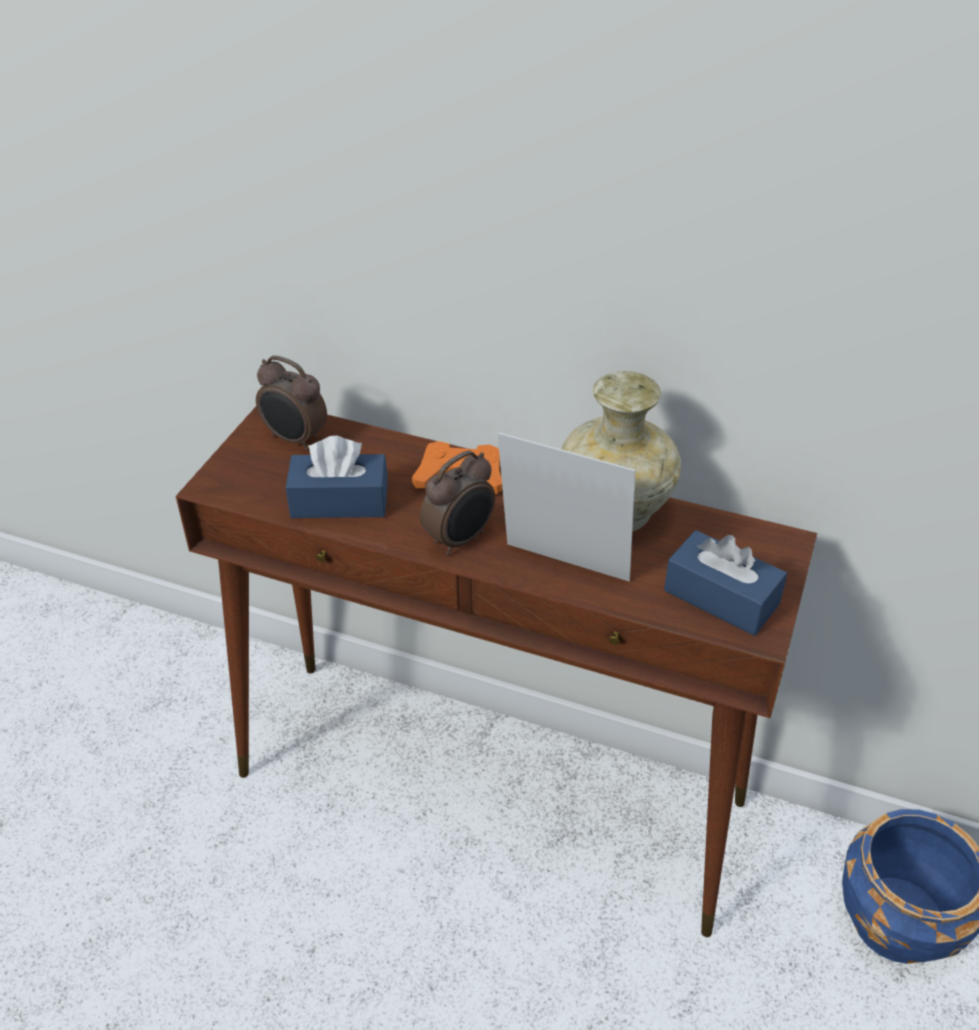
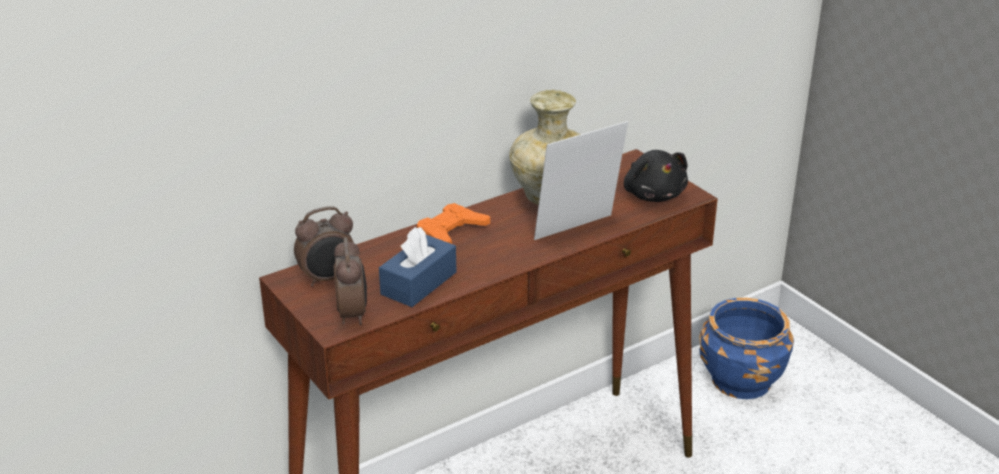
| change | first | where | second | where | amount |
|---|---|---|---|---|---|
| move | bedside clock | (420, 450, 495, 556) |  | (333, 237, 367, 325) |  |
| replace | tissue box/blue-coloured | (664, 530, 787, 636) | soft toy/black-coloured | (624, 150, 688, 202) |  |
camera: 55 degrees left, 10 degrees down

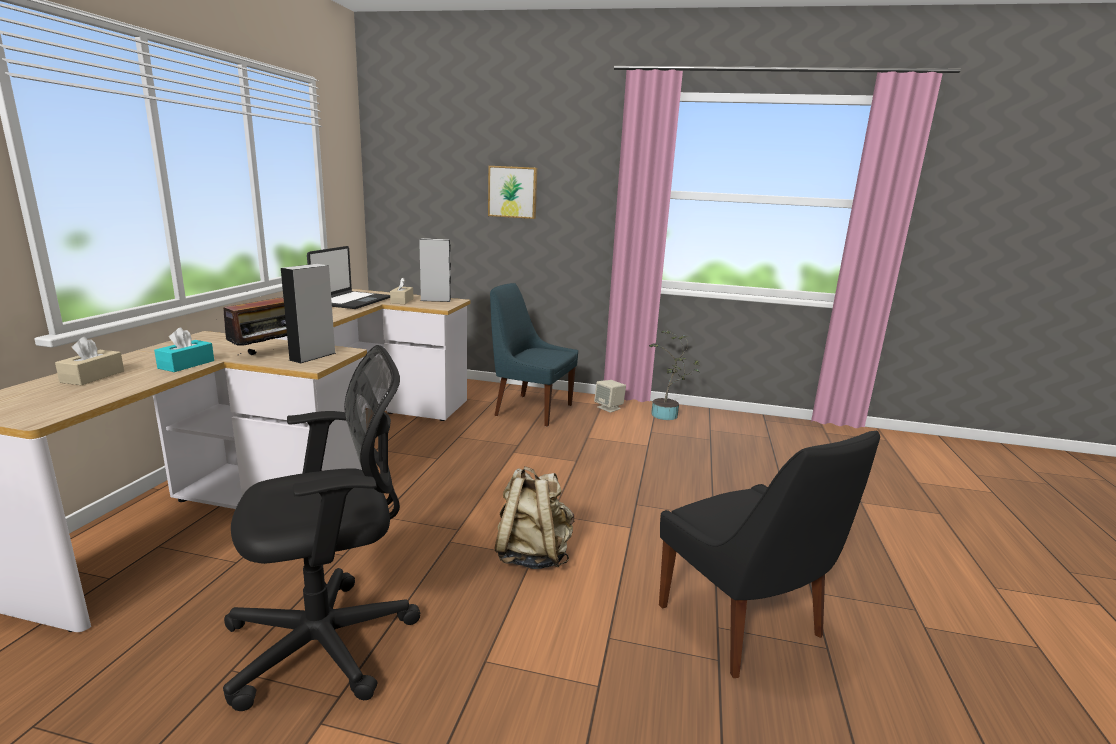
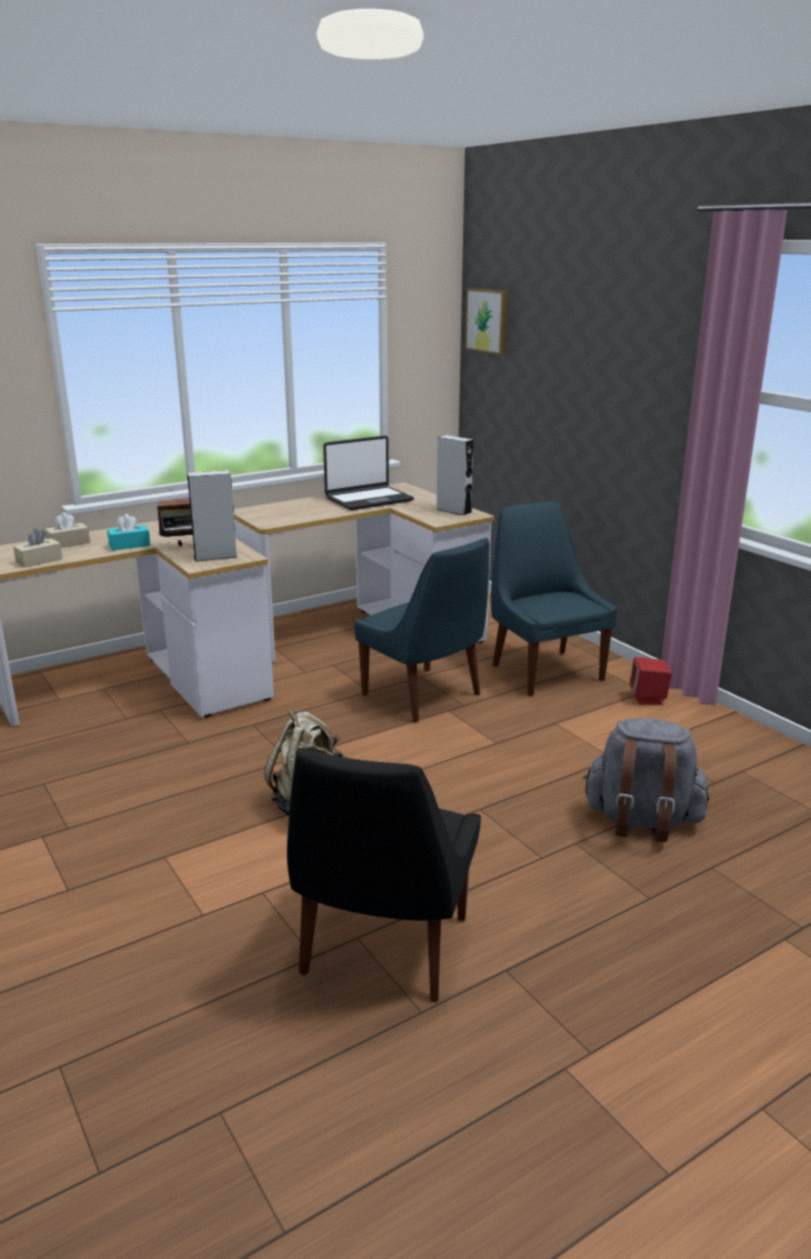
| change | first | where | second | where | amount |
|---|---|---|---|---|---|
| move | picture | (488, 166, 537, 219) |  | (465, 288, 509, 355) |  |
| move | tissue box/beige-coloured | (390, 277, 413, 304) |  | (13, 529, 63, 568) |  |
| delete | potted plant | (649, 330, 700, 420) |  |  |  |
| delete | computer chair/black-coloured | (223, 345, 421, 711) |  |  |  |
| recolor | speaker/beige-coloured | (594, 380, 626, 413) | speaker/reddish | (629, 657, 672, 705) |  |
| insert |  |  | upright chair/blue-coloured | (354, 538, 489, 722) |  |
| insert |  |  | knapsack/gray | (583, 718, 709, 842) |  |
camera: 45 degrees right, 5 degrees up

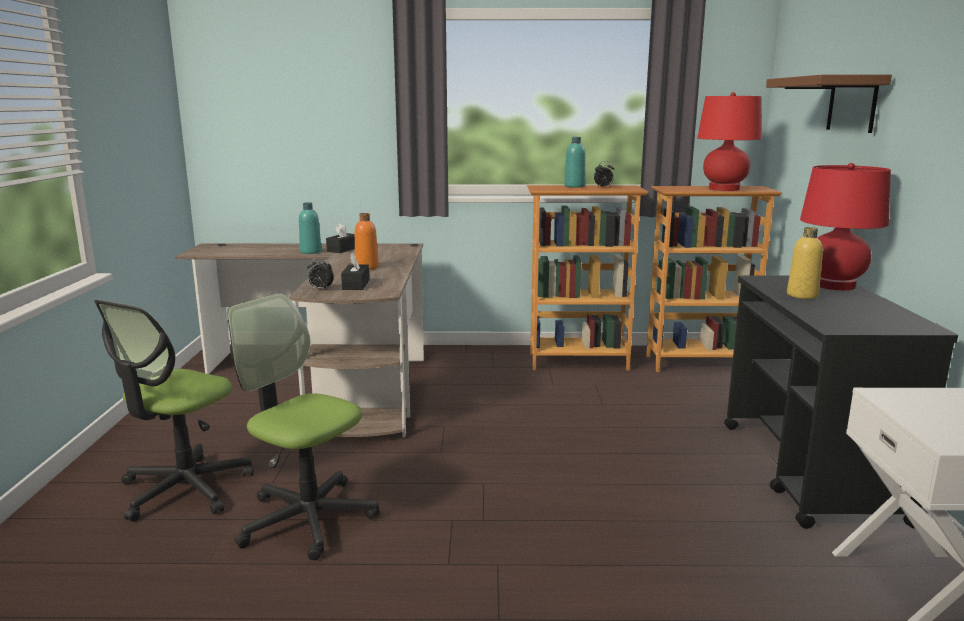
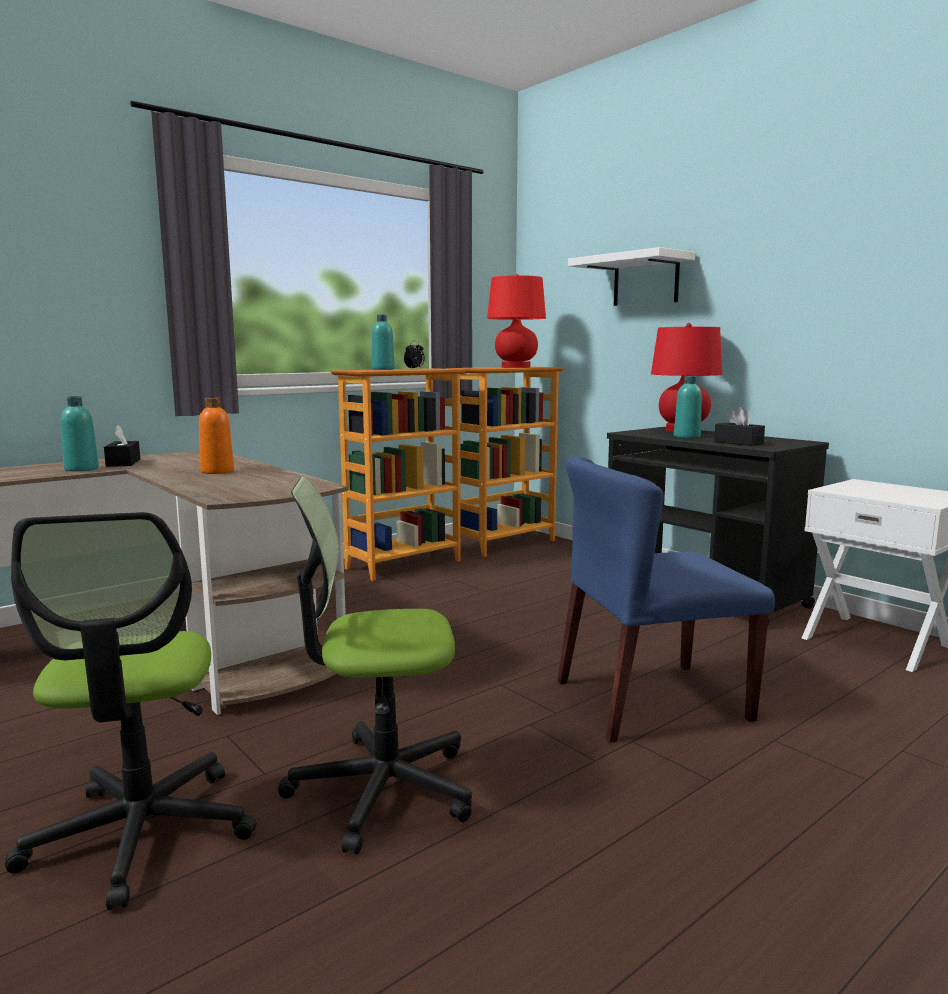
| change | first | where | second | where | amount |
|---|---|---|---|---|---|
| recolor | bracket shelf/brownish | (766, 75, 892, 133) | bracket shelf/whitish | (568, 247, 695, 306) |  |
| recolor | bottle/yellow-coloured | (787, 227, 823, 299) | bottle/blue-green | (674, 376, 702, 438) |  |
| move | tissue box/black-coloured | (341, 253, 369, 290) |  | (714, 407, 765, 446) |  |
| delete | bedside clock | (307, 258, 334, 290) |  |  |  |
| insert |  |  | upright chair/blue-coloured | (558, 456, 775, 743) |  |
camera: 40 degrees left, 5 degrees down

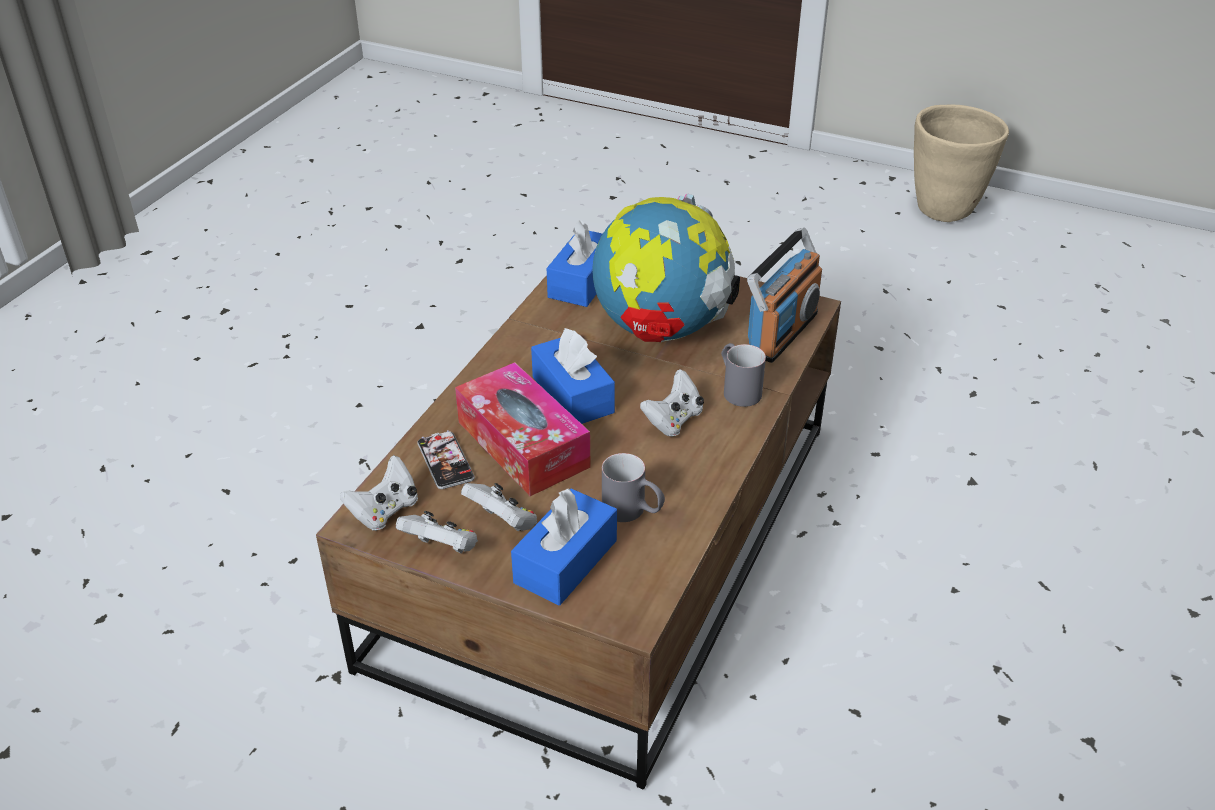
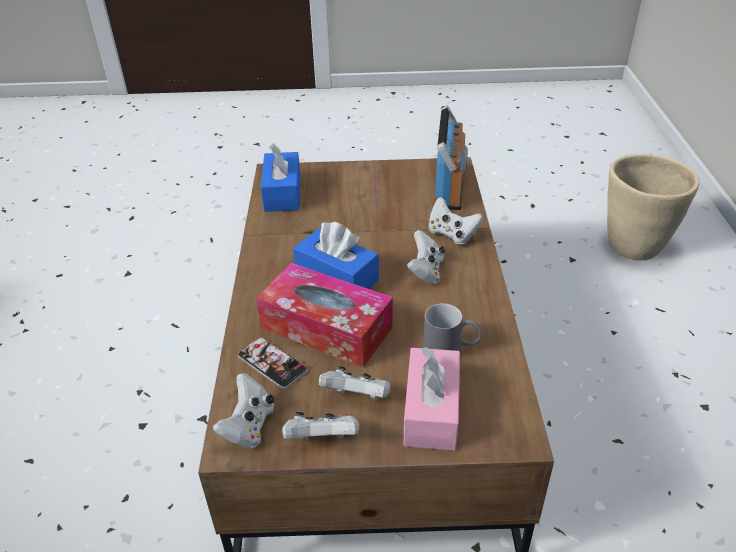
| change | first | where | second | where | amount |
|---|---|---|---|---|---|
| move | planter/beige-coloured | (914, 105, 1009, 222) |  | (607, 154, 700, 261) |  |
| delete | world globe | (592, 194, 740, 342) |  |  |  |
| replace | coffee mug/gray | (721, 343, 766, 407) | game controller/whitish | (428, 197, 483, 245) |  |
| recolor | tissue box/blue-coloured | (511, 488, 617, 605) | tissue box/pink-coloured | (403, 347, 460, 450) |  |
camera: 25 degrees left, 0 degrees up

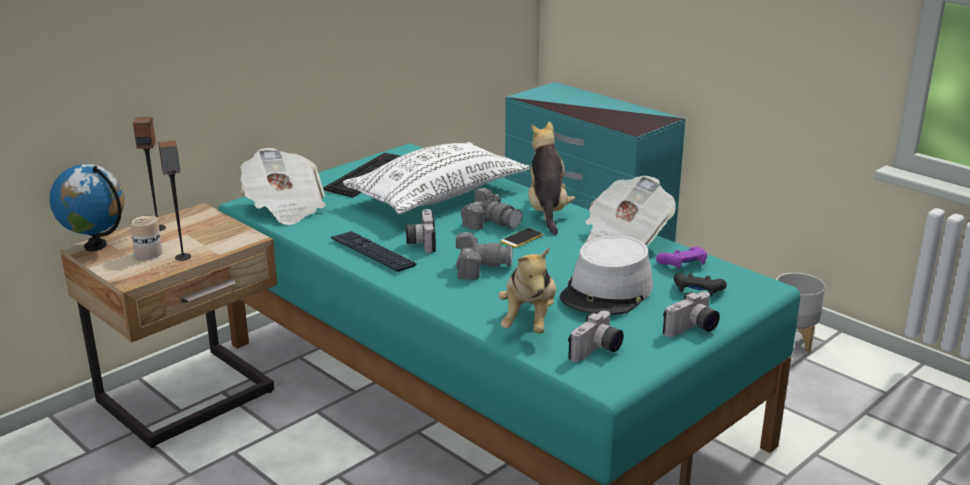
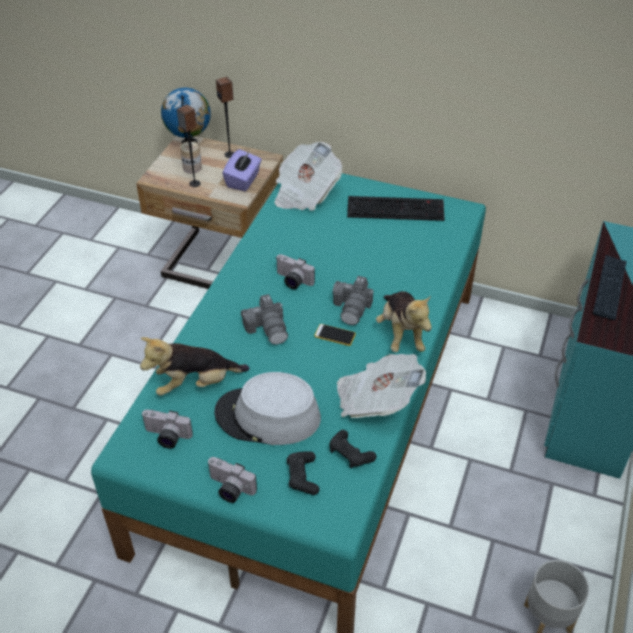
| change | first | where | second | where | amount |
|---|---|---|---|---|---|
| rotate | soft toy | (528, 122, 575, 235) |  | (376, 291, 432, 352) | 105 degrees clockwise |
| delete | cushion/whitish | (343, 142, 530, 214) |  |  |  |
| rotate | still camera | (406, 209, 436, 253) |  | (276, 254, 315, 289) | 120 degrees counterclockwise |
| move | computer keyboard | (331, 231, 417, 272) |  | (593, 255, 627, 320) |  |
| recolor | game controller/purplish | (656, 247, 707, 269) | game controller/black-coloured | (329, 430, 376, 468) |  |
| insert |  |  | tissue box/purplish | (222, 149, 262, 191) |  |
camera: 65 degrees right, 20 degrees up

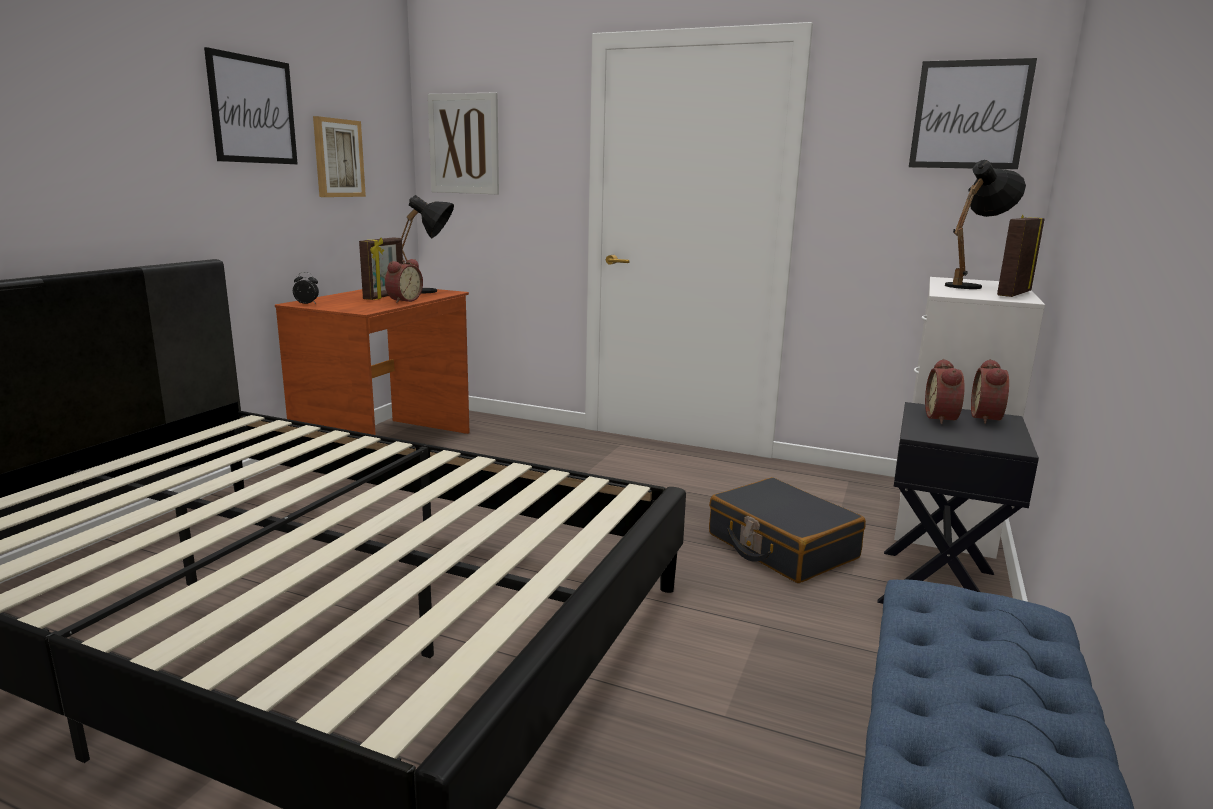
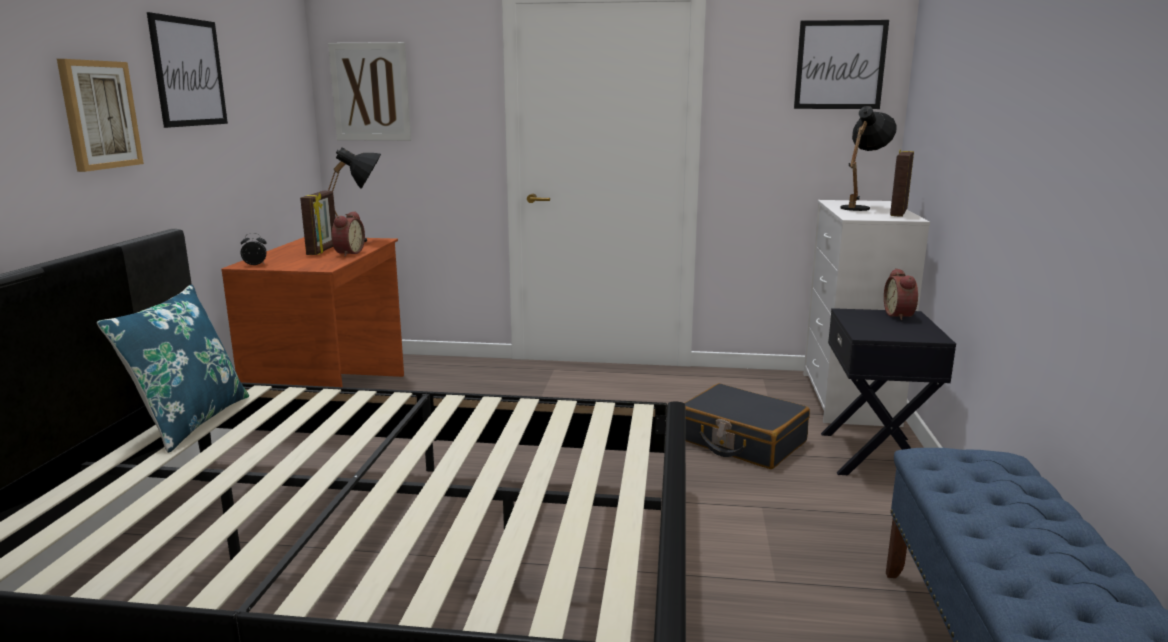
| change | first | where | second | where | amount |
|---|---|---|---|---|---|
| move | picture | (313, 116, 366, 197) |  | (57, 59, 144, 172) |  |
| delete | bedside clock | (925, 359, 964, 424) |  |  |  |
| insert |  |  | cushion/blue-coloured | (97, 284, 249, 453) |  |
camera: 15 degrees left, 0 degrees up

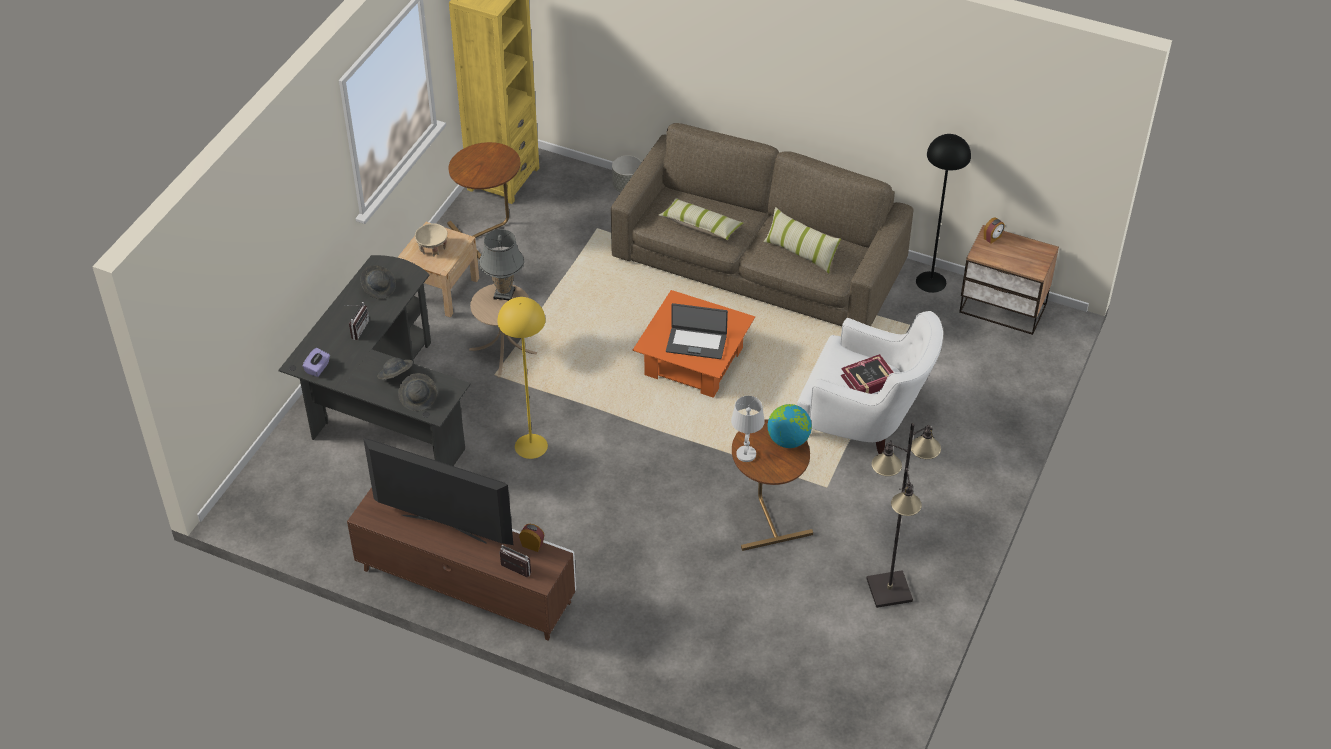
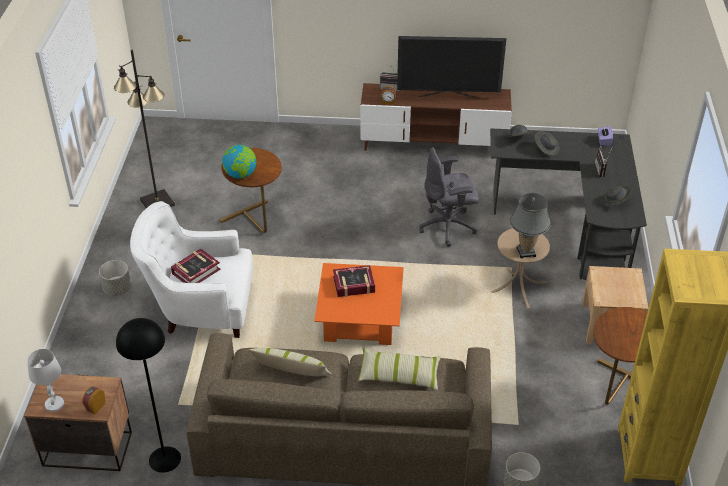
| change | first | where | second | where | amount |
|---|---|---|---|---|---|
| delete | deep dish/beige-coloured | (415, 223, 447, 257) |  |  |  |
| replace | standing lamp/yellow-coloured | (497, 297, 548, 459) | computer chair/gray | (419, 147, 479, 247) |  |
| replace | portable computer | (666, 303, 728, 359) | bound book | (333, 265, 375, 297) |  |
| move | lamp for a table/whitish | (731, 396, 765, 462) |  | (27, 349, 64, 412) |  |
| insert |  |  | planter/gray | (99, 260, 131, 296) |  |
camera: 160 degrees right, 5 degrees down

